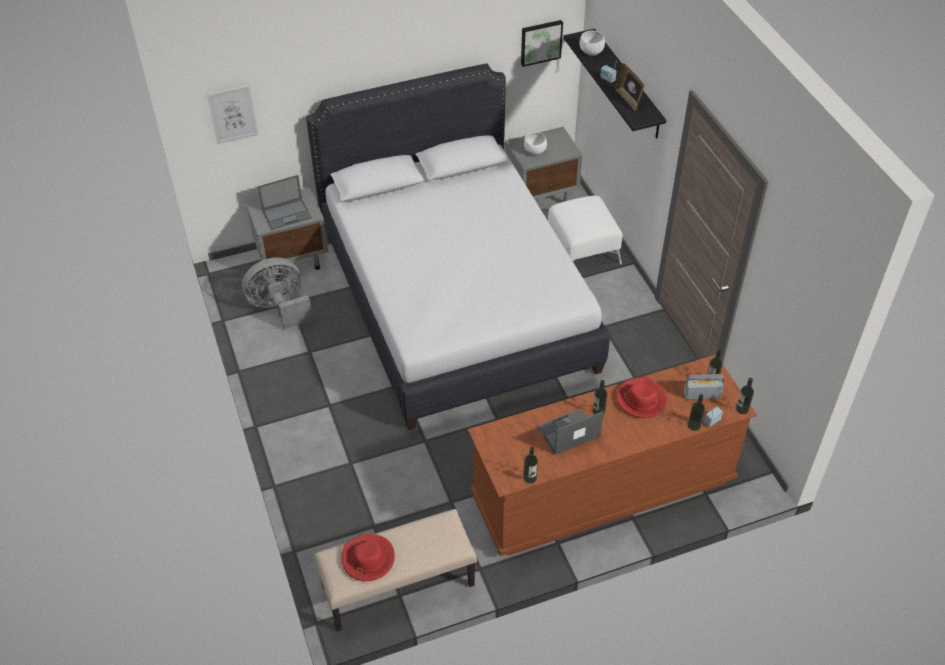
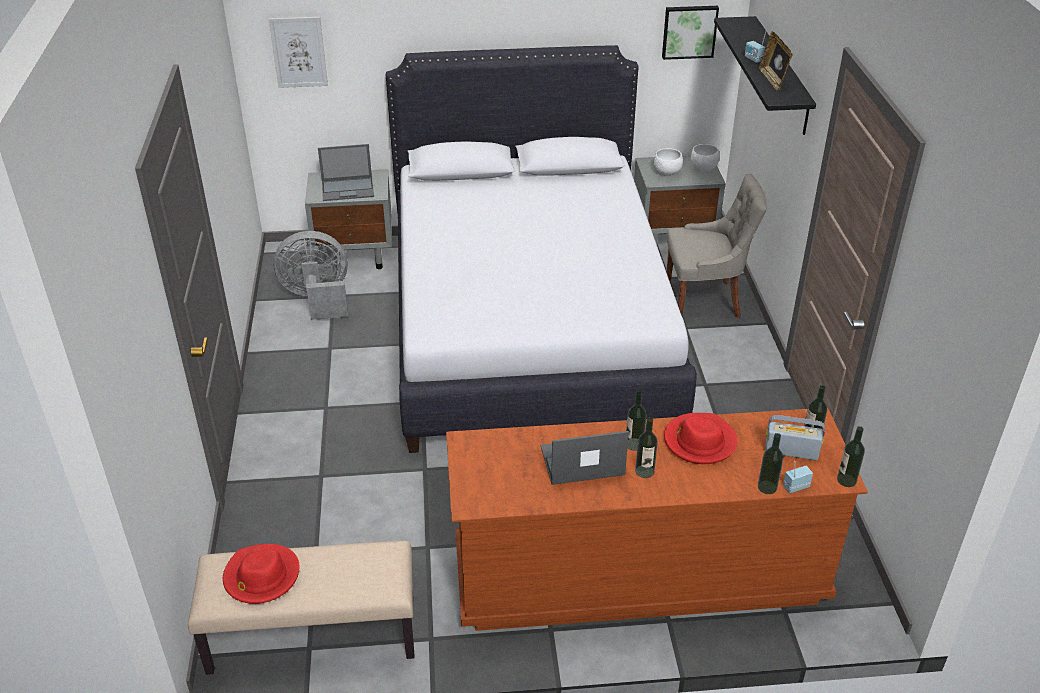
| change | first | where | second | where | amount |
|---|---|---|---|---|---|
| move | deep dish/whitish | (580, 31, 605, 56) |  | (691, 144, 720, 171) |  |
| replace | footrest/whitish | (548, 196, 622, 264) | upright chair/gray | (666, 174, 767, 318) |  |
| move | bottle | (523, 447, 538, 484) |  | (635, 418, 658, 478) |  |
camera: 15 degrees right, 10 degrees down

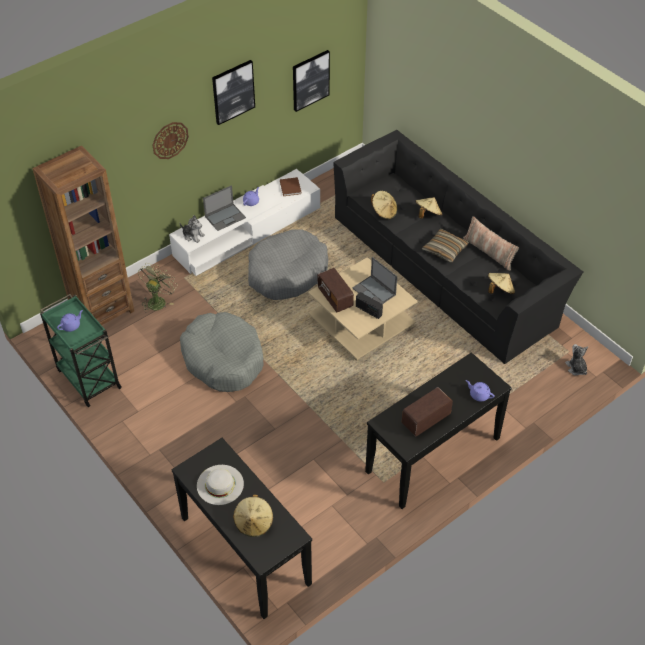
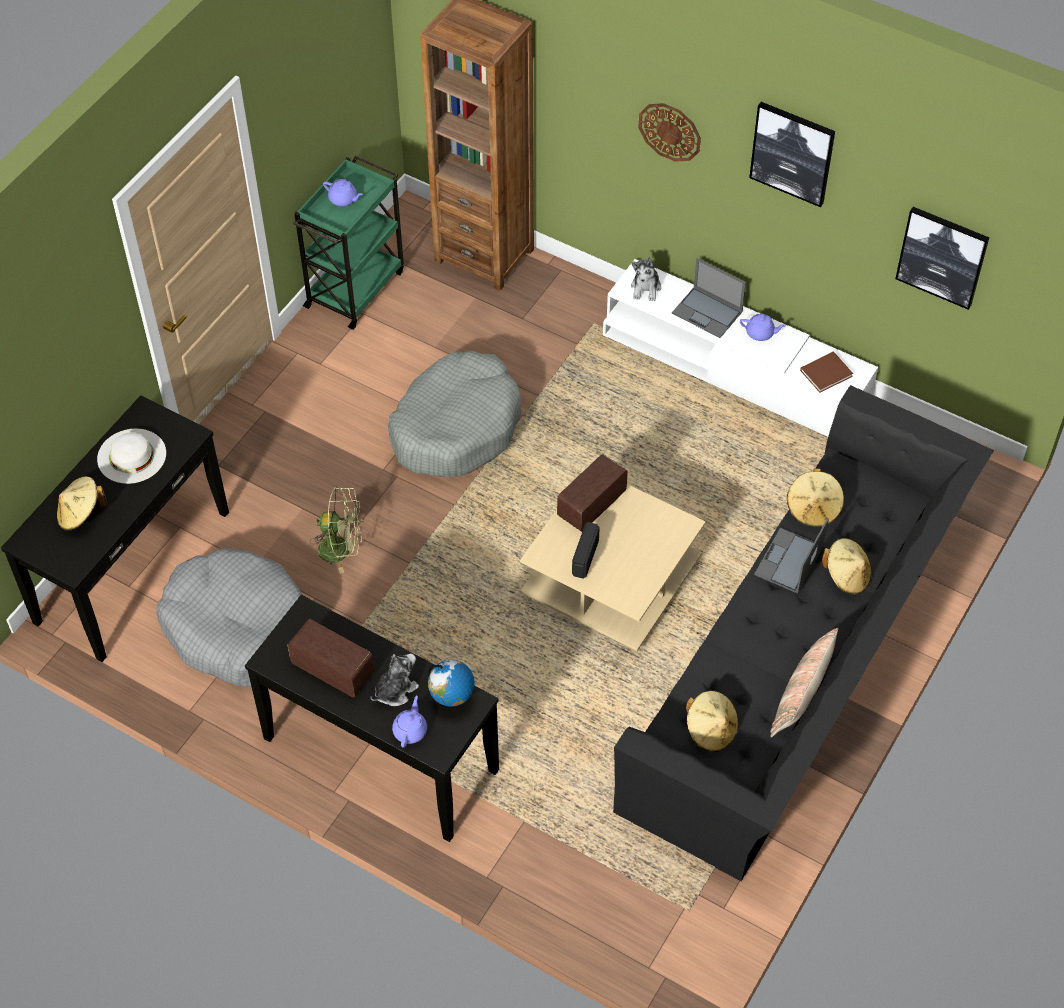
| change | first | where | second | where | amount |
|---|---|---|---|---|---|
| delete | cushion | (422, 228, 469, 263) |  |  |  |
| move | dog cushion/gray | (248, 229, 329, 300) |  | (156, 548, 302, 687) |  |
| move | portable computer | (353, 257, 397, 304) |  | (754, 518, 829, 594) |  |
| move | cooling fan/green | (138, 263, 177, 312) |  | (310, 486, 363, 574) |  |
| move | soft toy | (565, 344, 588, 375) |  | (371, 653, 419, 706) |  |
| insert |  |  | world globe | (428, 660, 475, 707) |  |
camera: 70 degrees right, 5 degrees up

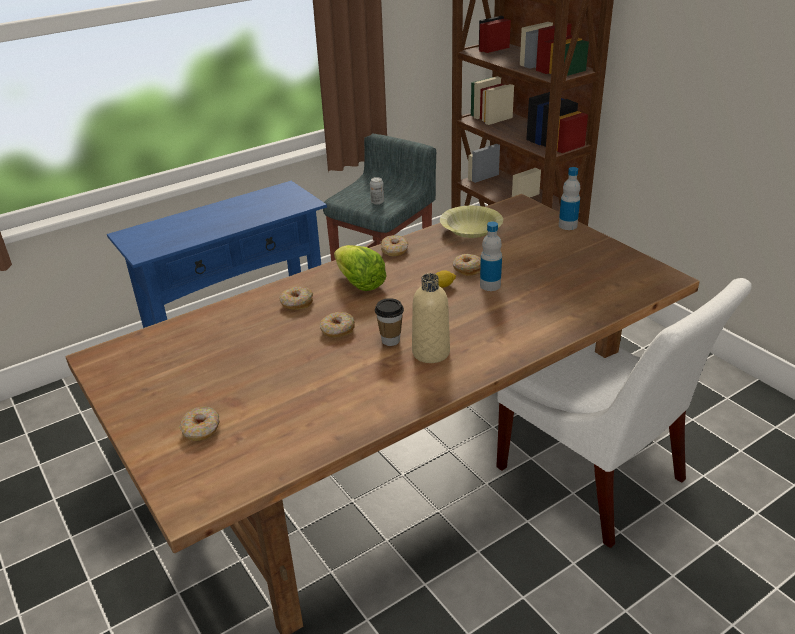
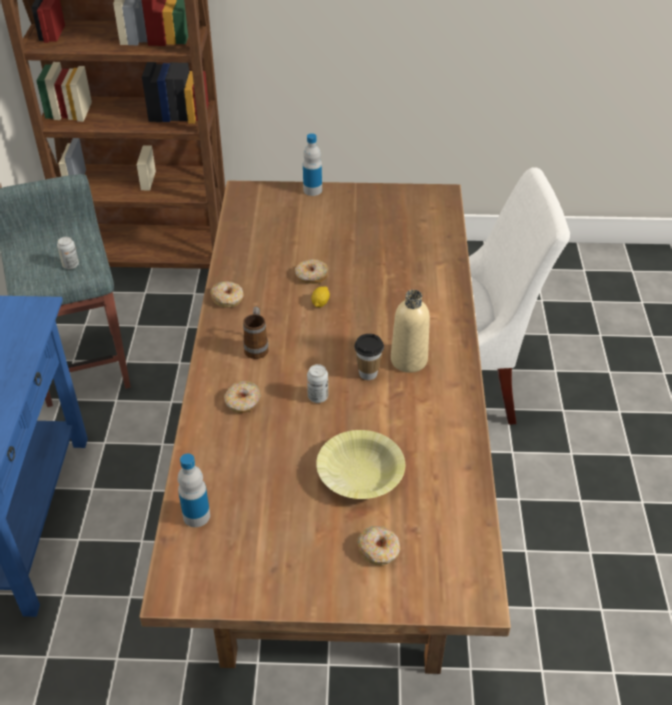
| change | first | where | second | where | amount |
|---|---|---|---|---|---|
| move | deep dish/yellow-coloured | (440, 206, 503, 238) |  | (316, 430, 405, 499) |  |
| move | bottle | (480, 222, 502, 291) |  | (178, 453, 210, 527) |  |
| replace | lettuce head | (334, 245, 387, 291) | coffee mug | (243, 307, 269, 359) |  |
| replace | doughnut | (320, 312, 355, 337) | metal can | (307, 364, 328, 403) |  |
camera: 55 degrees left, 10 degrees up

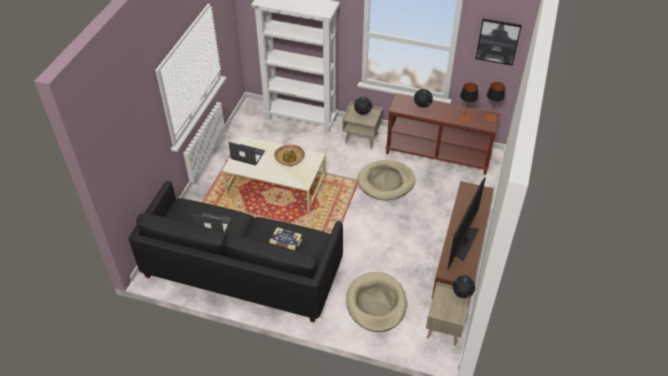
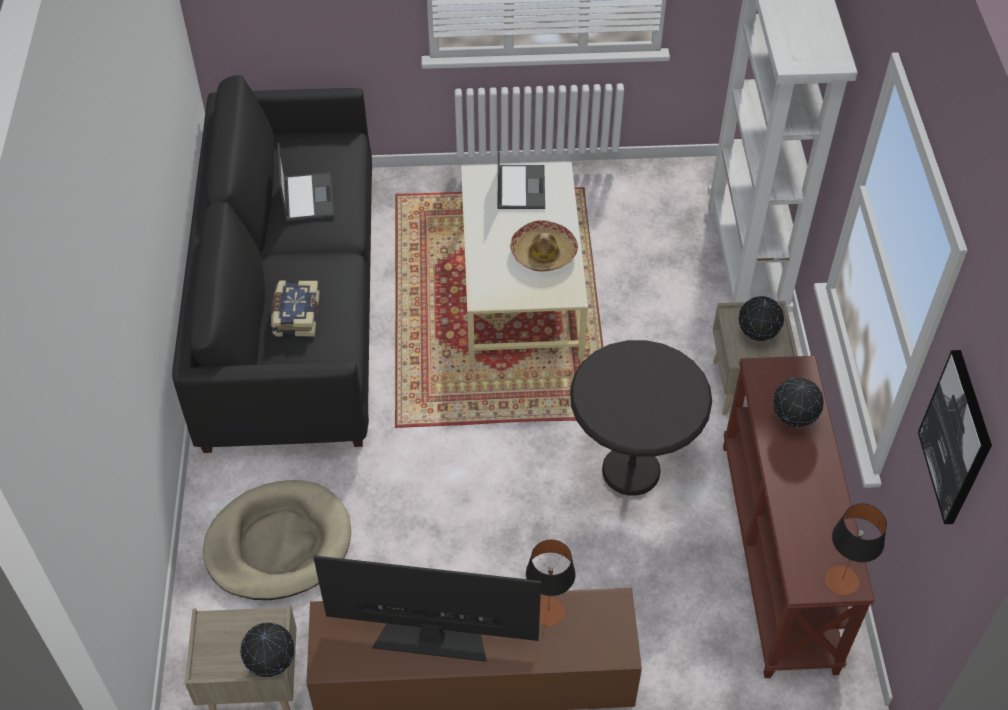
| change | first | where | second | where | amount |
|---|---|---|---|---|---|
| move | lamp for a table | (459, 83, 478, 122) |  | (526, 540, 575, 626) |  |
| replace | dog cushion/beige-coloured | (358, 160, 416, 200) | end table/black-coloured | (570, 340, 712, 496) |  |
camera: 70 degrees right, 5 degrees up

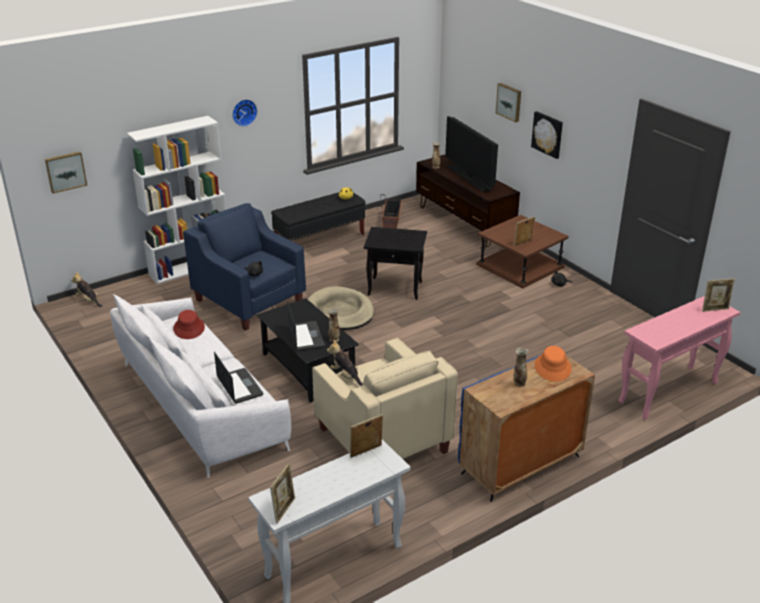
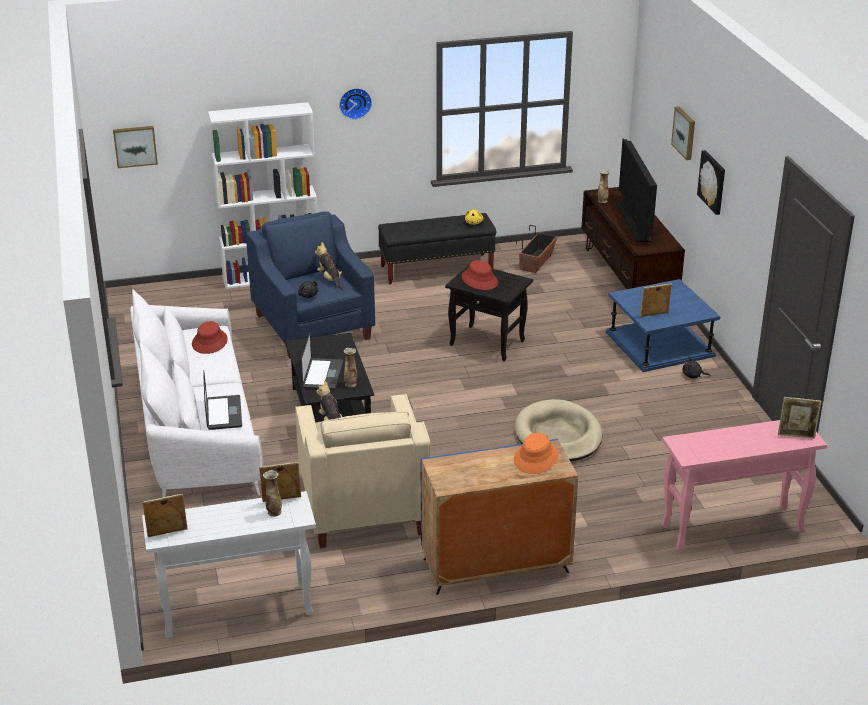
| change | first | where | second | where | amount |
|---|---|---|---|---|---|
| recolor | end table/brownish | (476, 215, 568, 288) | end table/blue-coloured | (606, 279, 721, 372) |  |
| move | soft toy | (71, 272, 102, 307) |  | (315, 242, 344, 289) |  |
| move | dog cushion/beige-coloured | (308, 286, 374, 330) |  | (515, 399, 603, 461) |  |
| move | vase | (513, 348, 528, 387) |  | (263, 470, 282, 517) |  |
| rotate | photo frame | (270, 463, 295, 524) |  | (142, 493, 188, 537) | 150 degrees counterclockwise |
| insert |  |  | clothing hat/reddish | (462, 260, 498, 290) |  |
camera: 20 degrees right, 0 degrees up

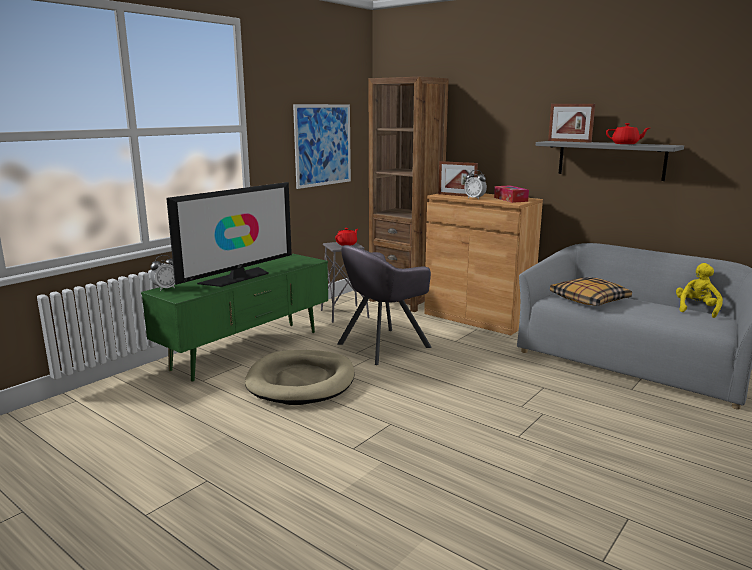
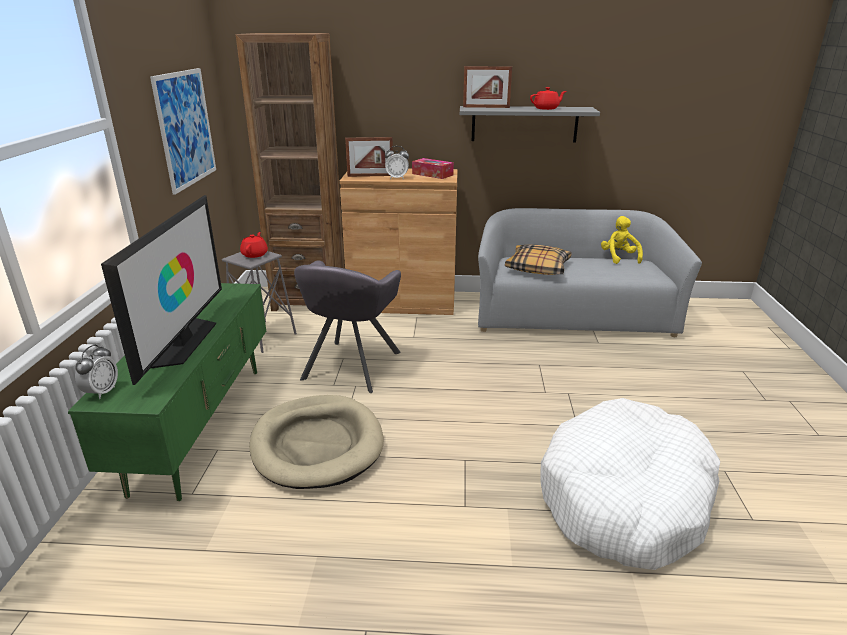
| change | first | where | second | where | amount |
|---|---|---|---|---|---|
| insert |  |  | dog cushion/whitish | (540, 398, 720, 570) |  |
camera: 35 degrees left, 10 degrees up

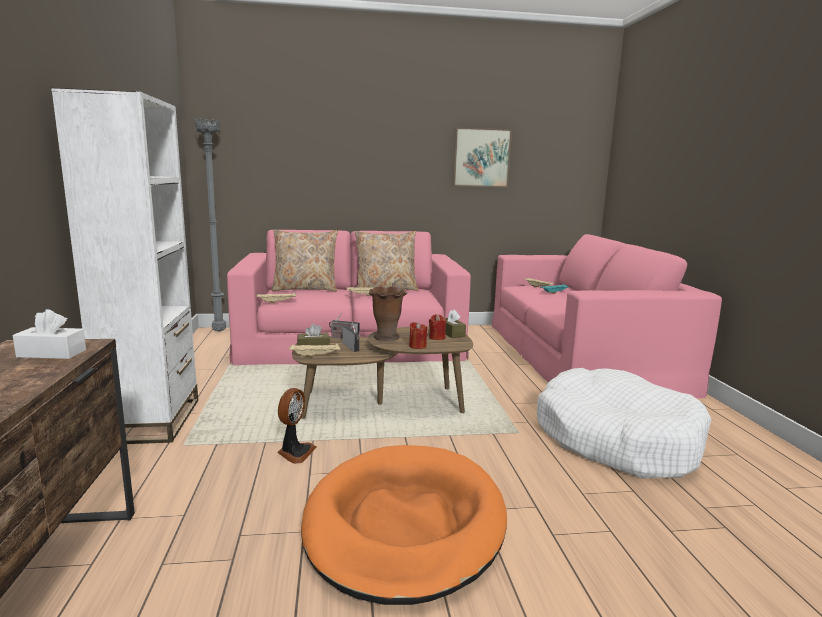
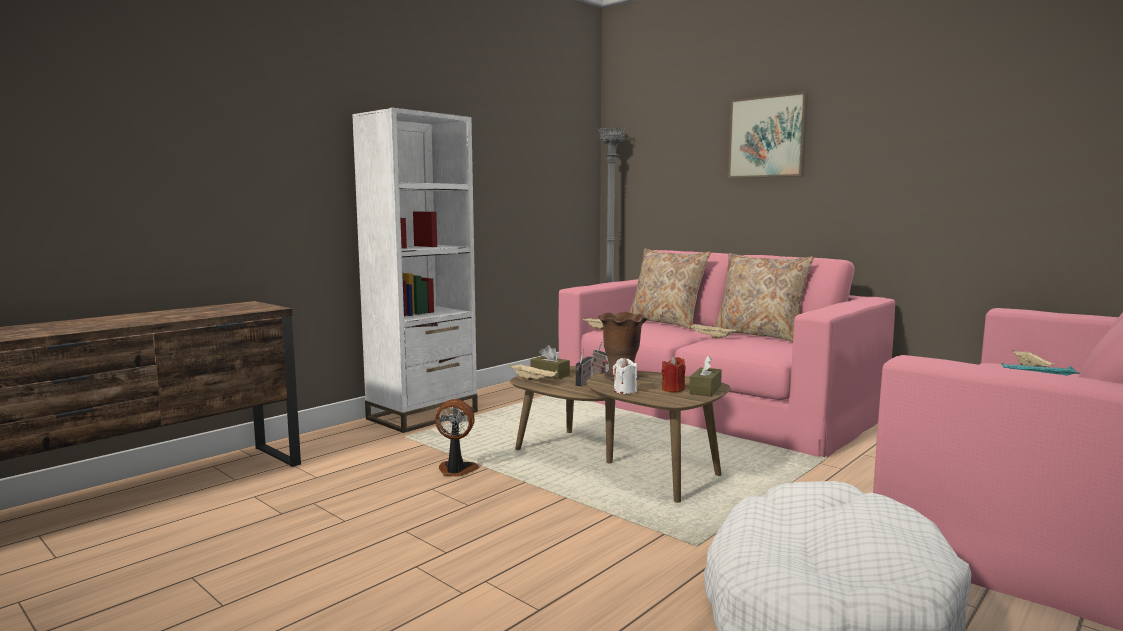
| change | first | where | second | where | amount |
|---|---|---|---|---|---|
| move | picture | (453, 127, 512, 188) |  | (728, 92, 808, 178) |  |
| delete | tissue box/whitish | (12, 309, 86, 359) |  |  |  |
| recolor | candle/reddish | (409, 322, 427, 349) | candle/whitish | (613, 358, 637, 394) |  |
| rotate | cooling fan | (277, 388, 317, 464) |  | (435, 399, 480, 477) | 150 degrees counterclockwise |
| delete | dog cushion/orange | (301, 445, 507, 605) |  |  |  |
camera: 50 degrees right, 5 degrees down

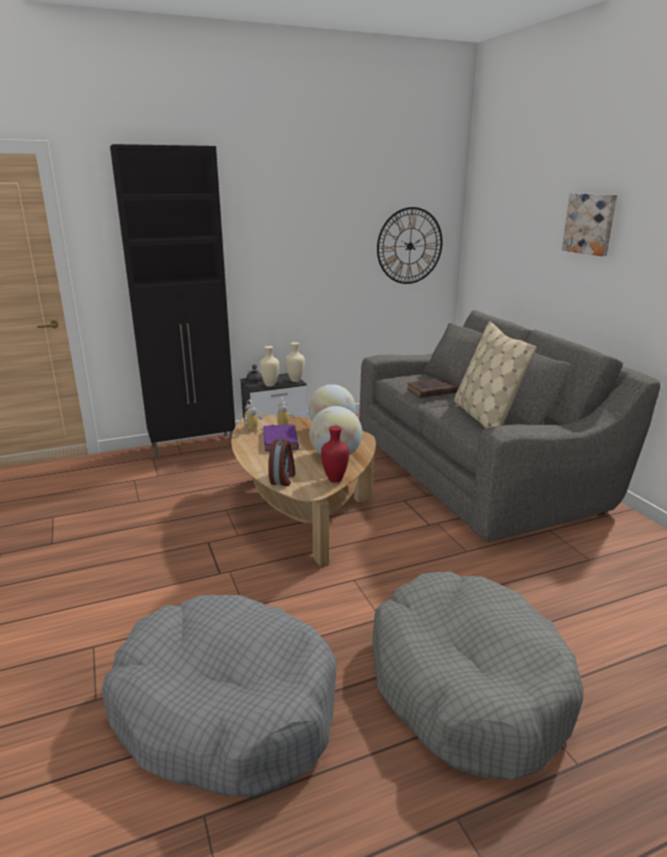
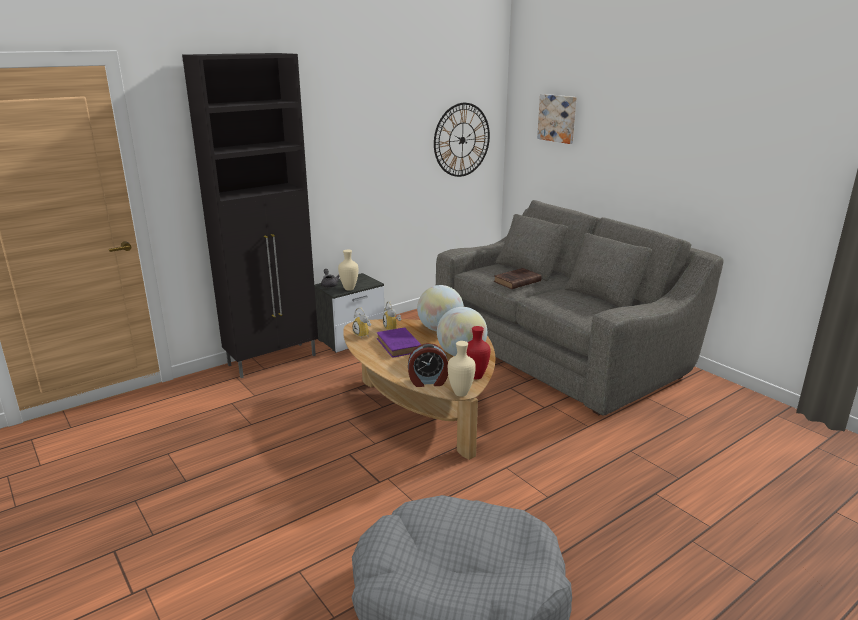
| change | first | where | second | where | amount |
|---|---|---|---|---|---|
| move | picture | (562, 193, 617, 256) |  | (537, 94, 577, 144) |  |
| delete | cushion/beige-coloured | (454, 322, 536, 429) |  |  |  |
| move | vase/beige-coloured | (286, 342, 305, 382) |  | (448, 341, 476, 397) |  |
| rotate | bedside clock | (268, 438, 295, 486) |  | (408, 343, 448, 387) | 90 degrees clockwise |
| delete | dog cushion/gray | (372, 571, 584, 780) |  |  |  |
camera: 15 degrees left, 0 degrees up

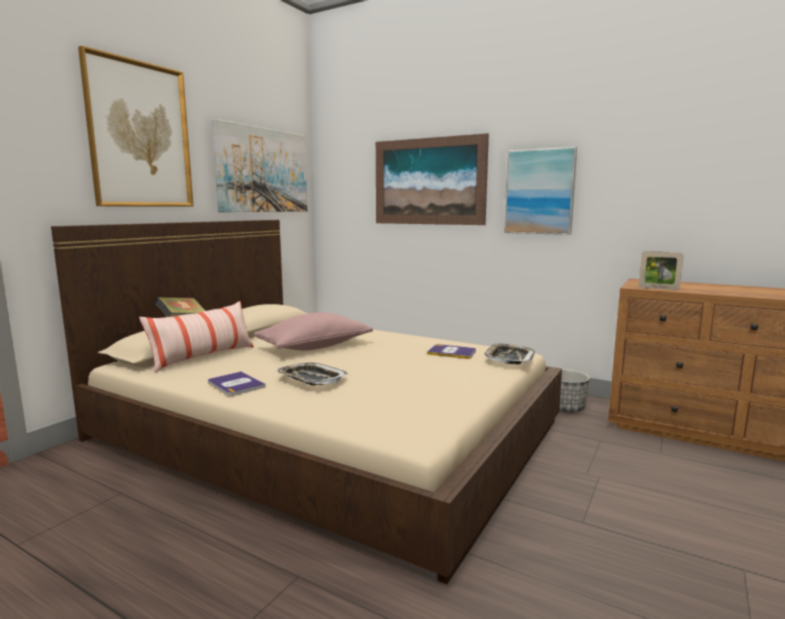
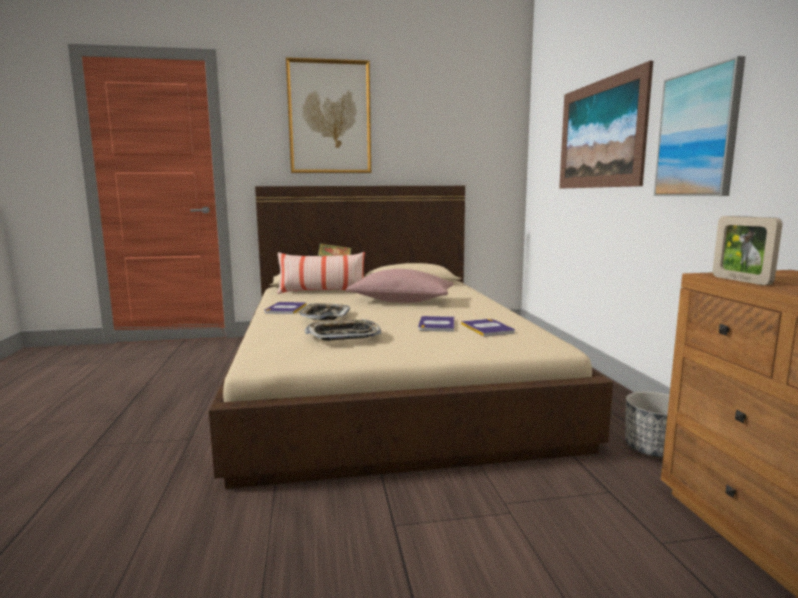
| change | first | where | second | where | amount |
|---|---|---|---|---|---|
| delete | picture | (212, 119, 307, 212) |  |  |  |
| move | carrying tray | (484, 343, 535, 364) |  | (305, 319, 381, 341) |  |
| insert |  |  | bound book | (418, 316, 454, 332) |  |
camera: 50 degrees right, 0 degrees up

